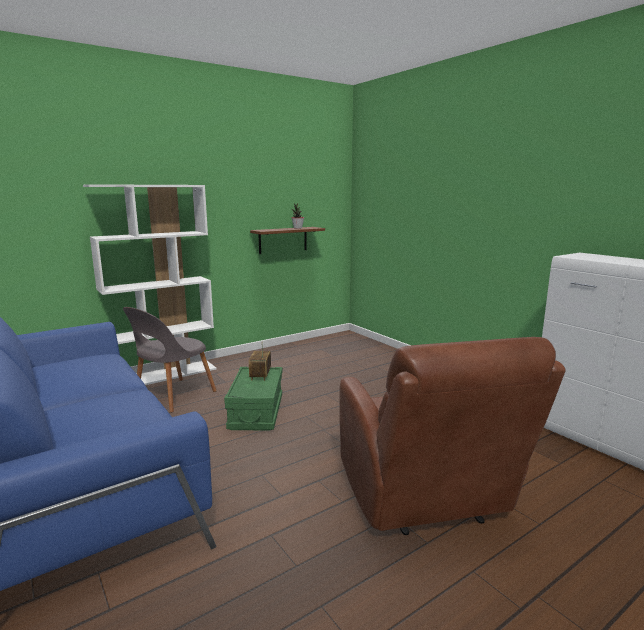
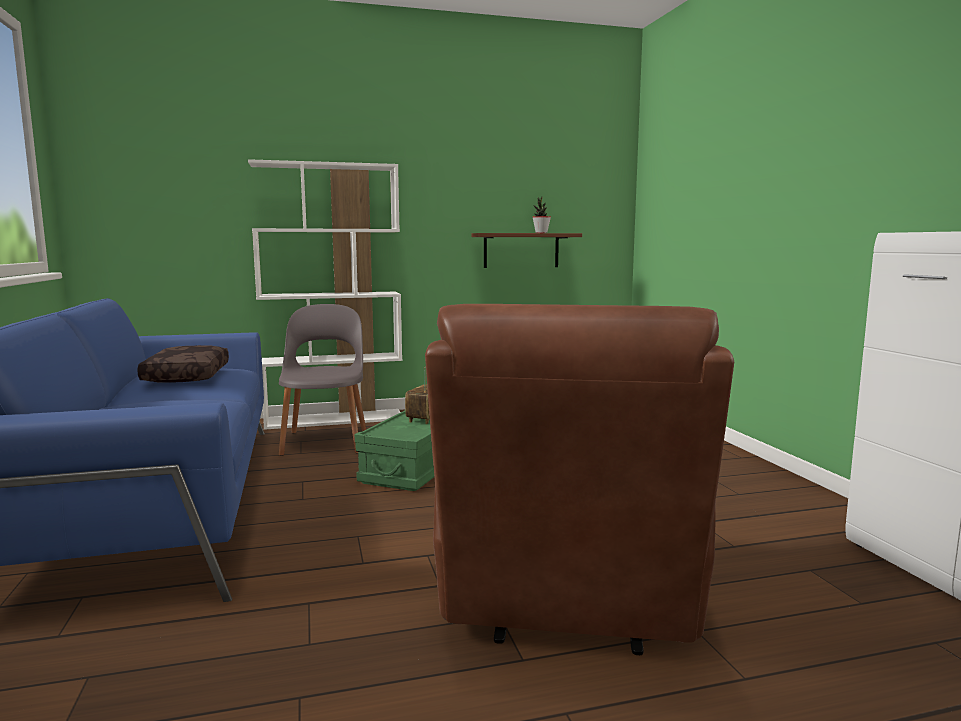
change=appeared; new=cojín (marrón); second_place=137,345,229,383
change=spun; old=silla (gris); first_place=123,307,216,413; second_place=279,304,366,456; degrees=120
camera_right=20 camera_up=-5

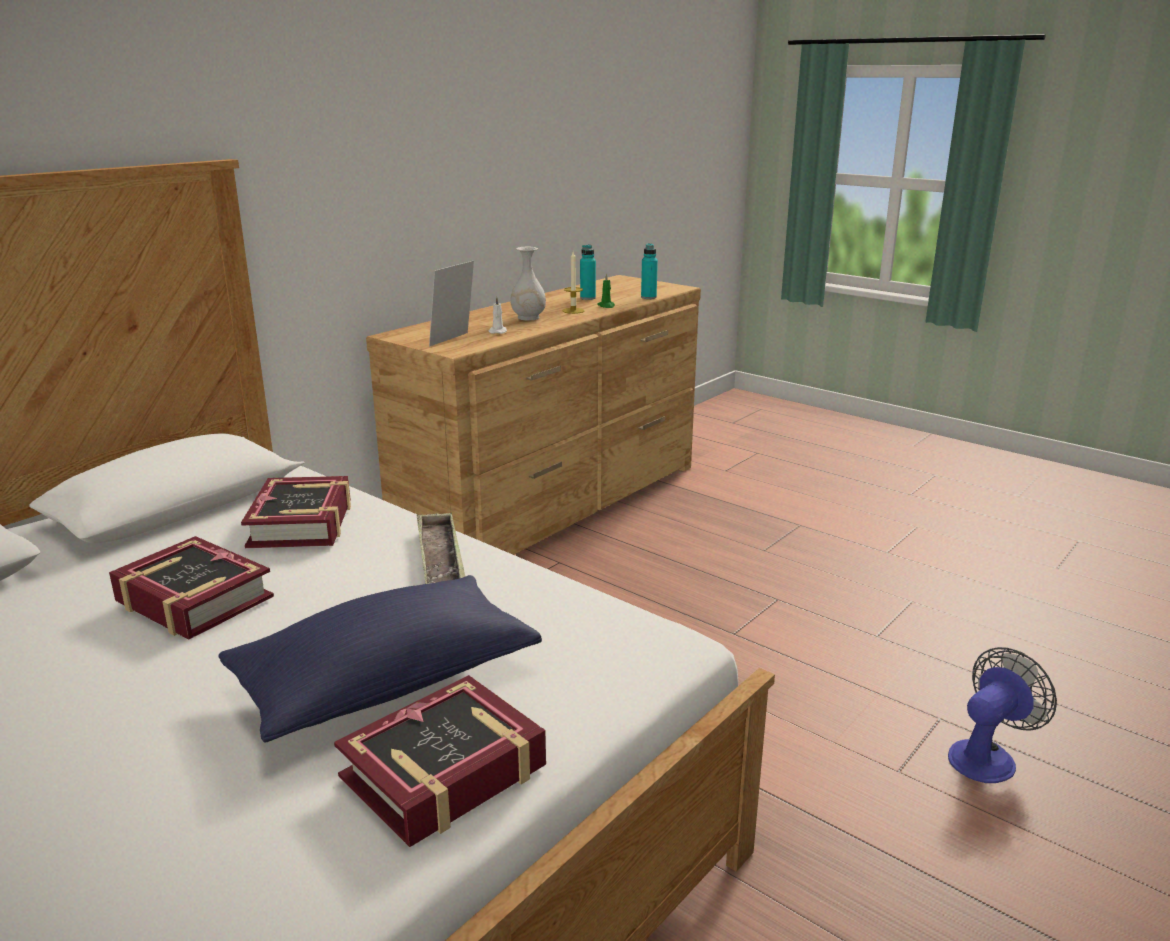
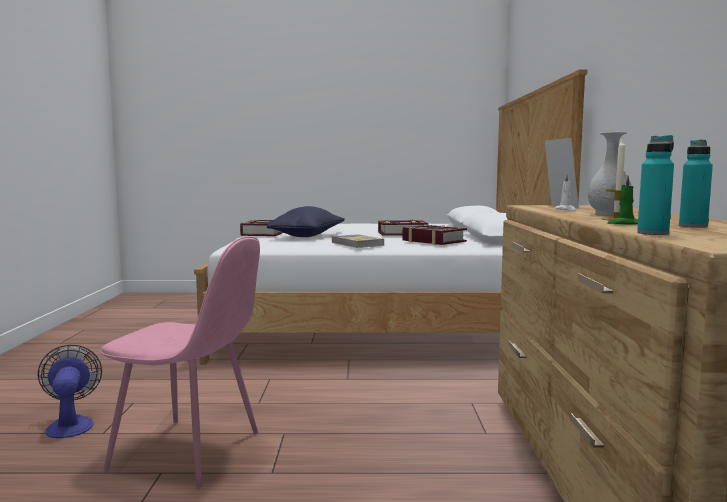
change=appeared; new=silla (rosa); second_place=100,236,260,487
change=exchanged; old=bandeja; new=libro; first_place=417,512,465,584; second_place=331,234,384,248
change=spun; old=ventilador; first_place=948,647,1057,783; second_place=38,345,102,438; degrees=150
camera_right=140 camera_up=-15

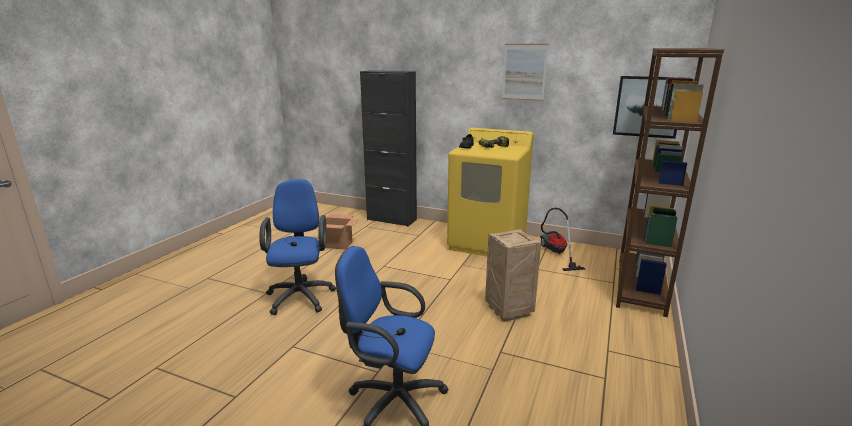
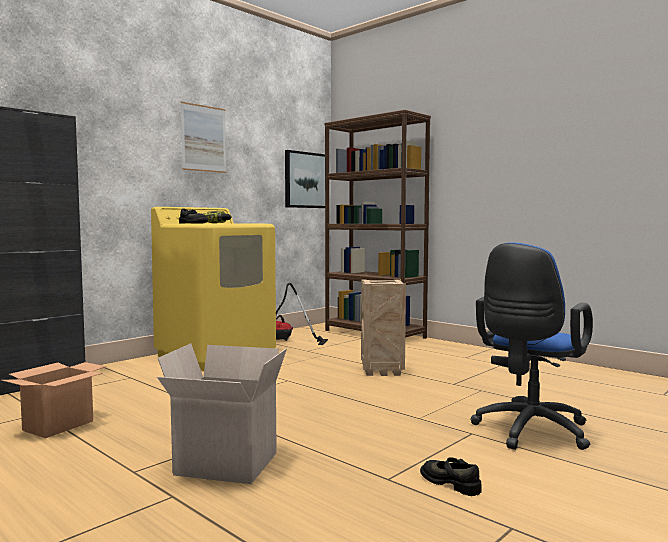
change=appeared; new=zapato (negro); second_place=420,457,481,496
change=exchanged; old=silla de oficina (azul); new=caja de cartón; first_place=259,179,336,315; second_place=157,343,287,484
camera_right=-70 camera_up=-15

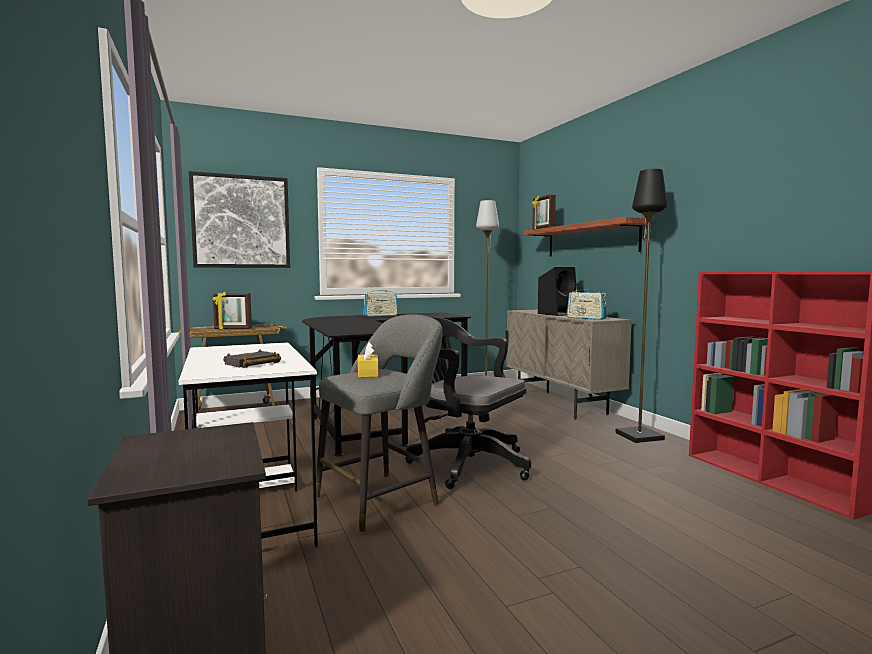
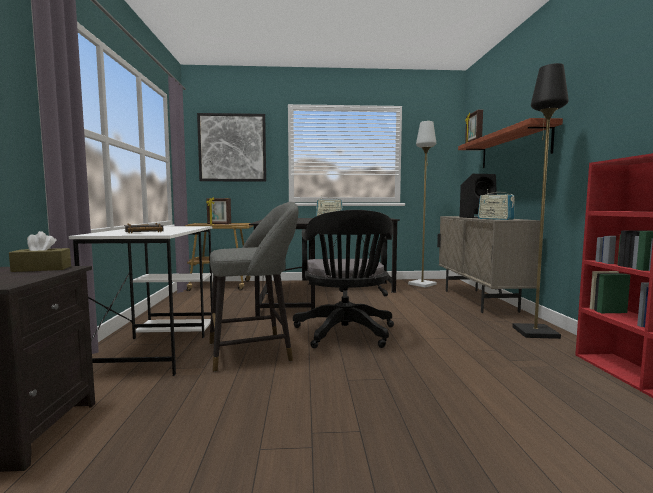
change=missing; old=caja de pañuelos (amarillo); first_place=358,342,379,378
change=appeared; new=caja de pañuelos (marrón); second_place=9,231,71,272
change=spun; old=silla de oficina (negro); first_place=405,315,531,489; second_place=293,210,394,348; degrees=-150
camera_right=20 camera_up=0

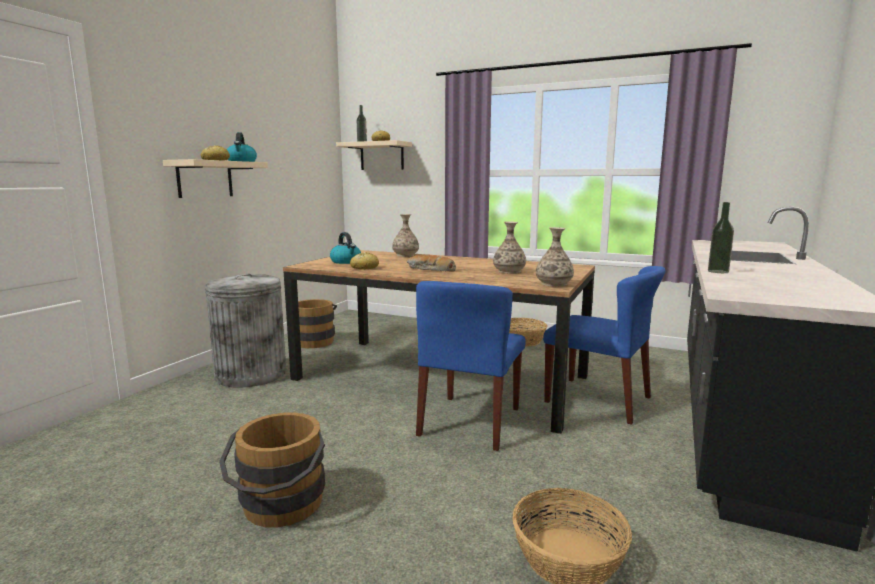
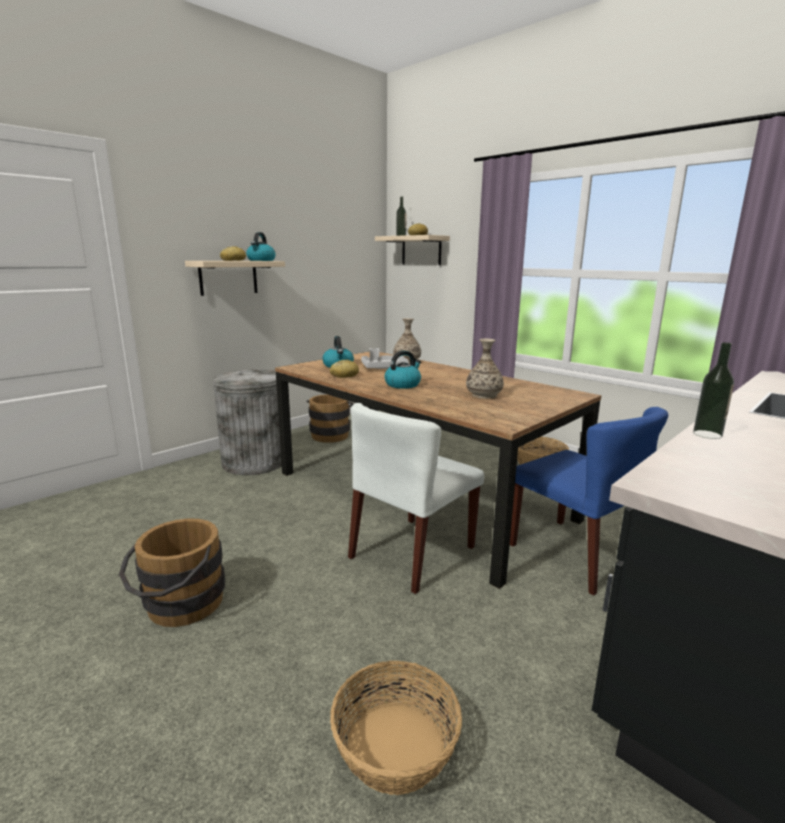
change=missing; old=florero; first_place=536,227,574,287
change=appeared; new=bandeja (gris); second_place=361,348,409,369
change=exchanged; old=pan; new=hervidor; first_place=407,255,456,272; second_place=385,350,421,389
change=colour; old=silla (azul); new=silla (blanco); first_place=416,281,526,451; second_place=348,403,484,594
camera_right=20 camera_up=5

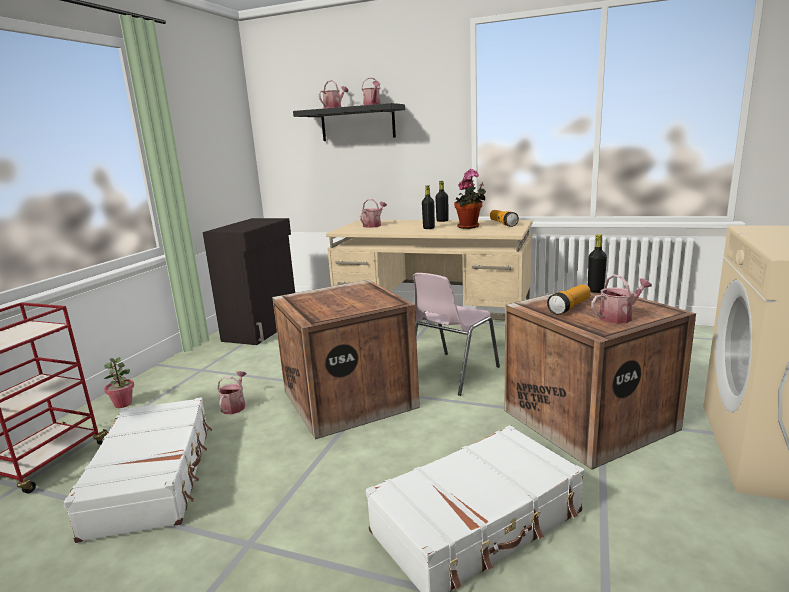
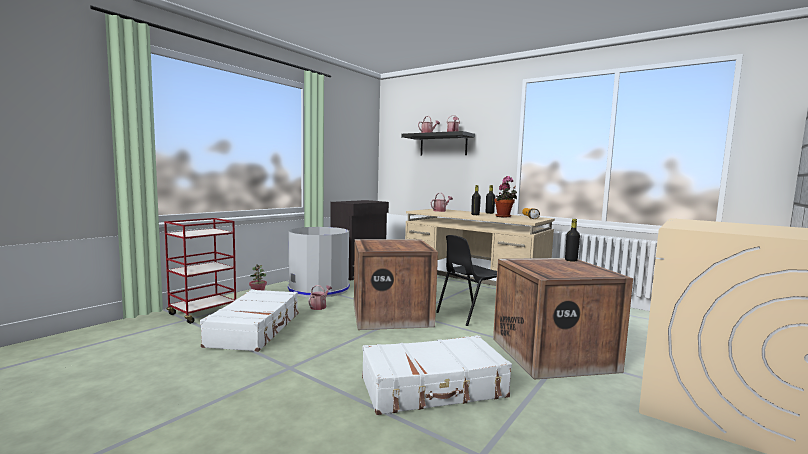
change=missing; old=linterna; first_place=547,284,591,315
change=missing; old=regadera; first_place=591,274,652,324
change=appeared; new=papelera (gris); second_place=288,227,350,298
change=colour; old=silla (rosa); new=silla (negro); first_place=413,273,500,396; second_place=436,235,497,326
camera_right=15 camera_up=-10

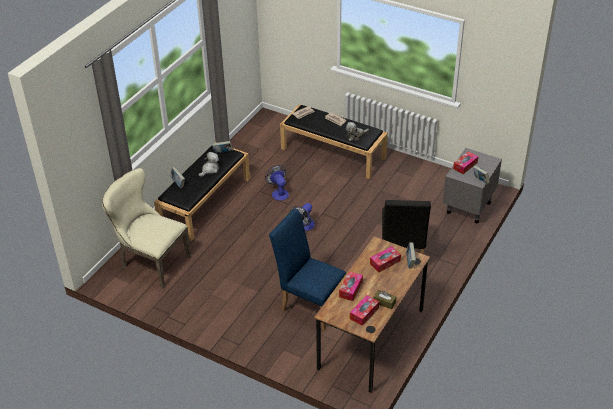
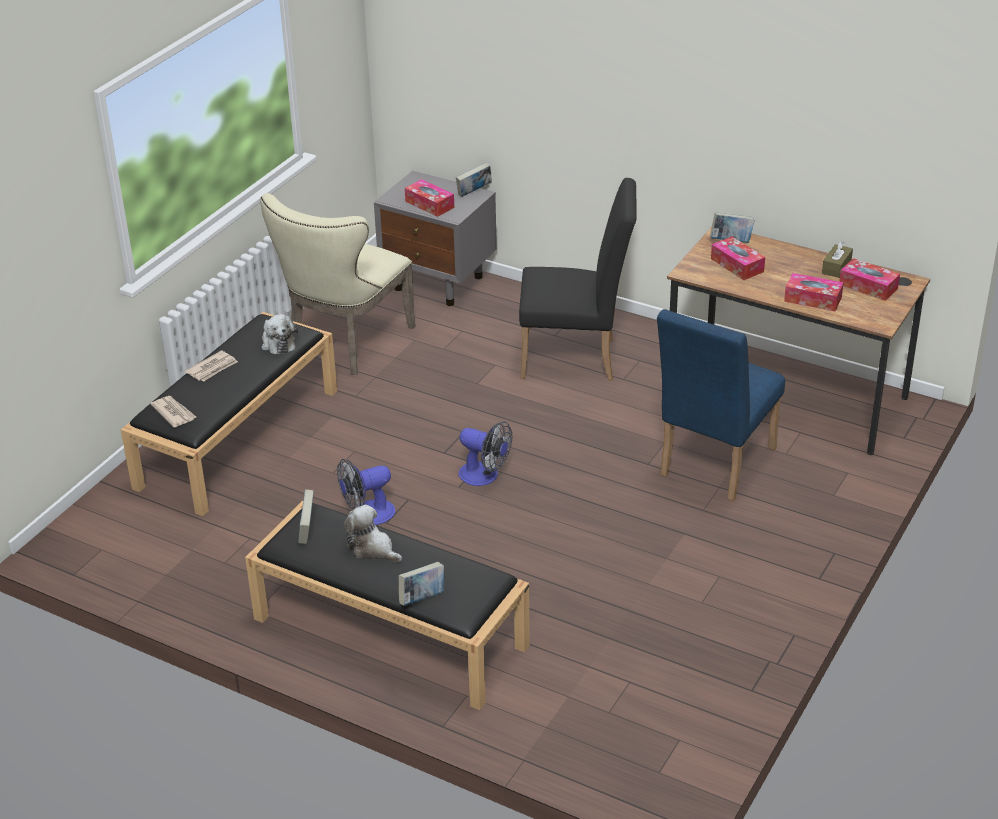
change=relocated; old=silla (beis); first_place=102,168,191,289; second_place=261,193,416,375
camera_right=-90 camera_up=-5

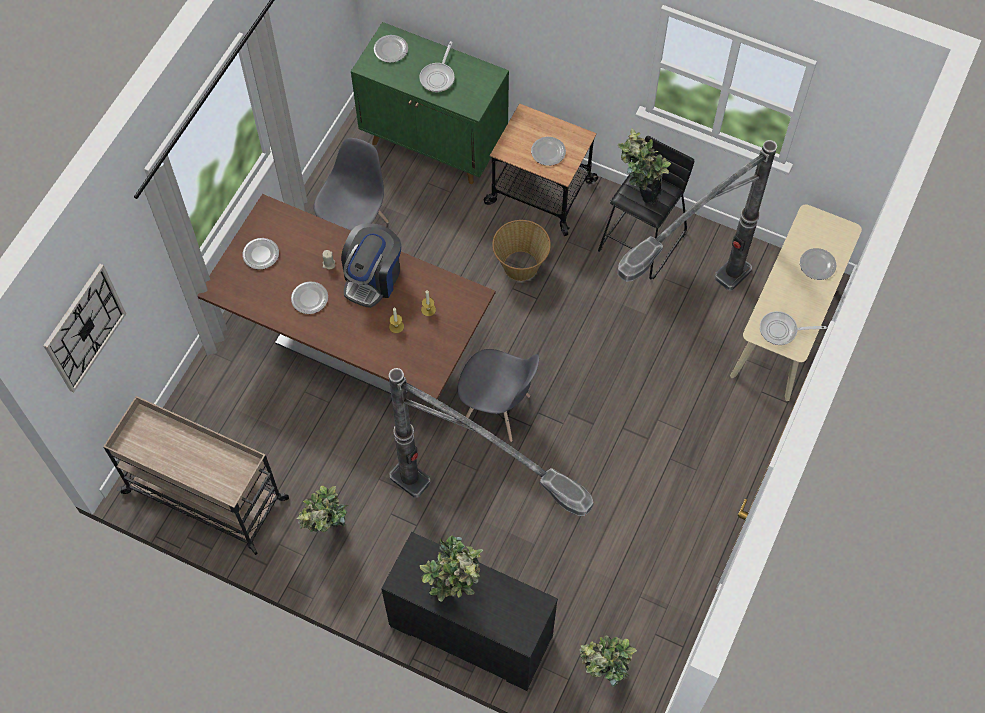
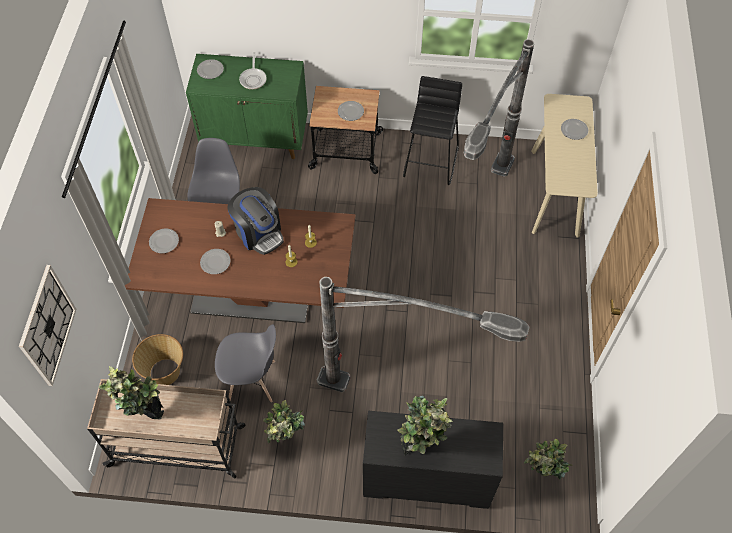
change=missing; old=sartén; first_place=760,311,827,345
change=relocated; old=silla (gris); first_place=458,349,539,442; second_place=215,324,276,402
change=relocated; old=cesta; first_place=492,220,551,281; second_place=132,334,183,385
change=relocated; old=planta en maceta; first_place=617,128,671,205; second_place=99,366,164,419
change=spun; old=cafetera; first_place=341,223,401,308; second_place=228,187,284,255; degrees=-45
camera_right=-20 camera_up=-5

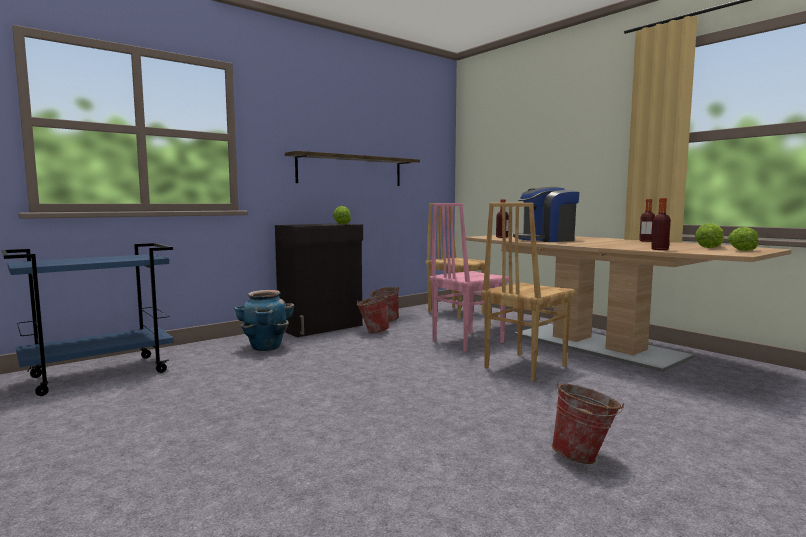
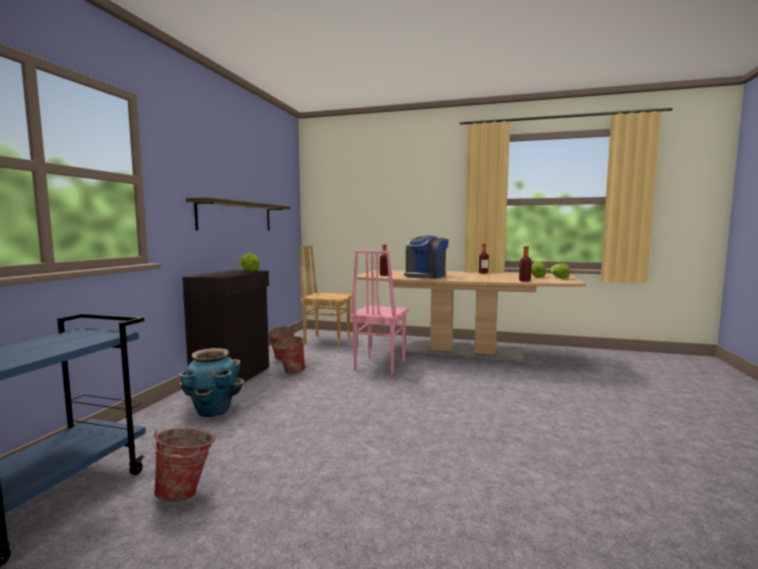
change=missing; old=silla (marrón); first_place=481,203,576,381
change=relocated; old=cubo; first_place=552,381,624,464; second_place=152,428,216,501
camera_right=-35 camera_up=0

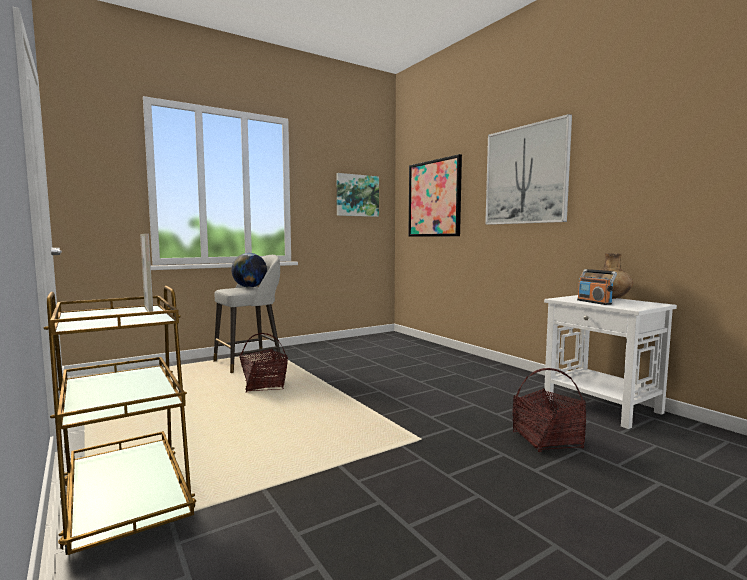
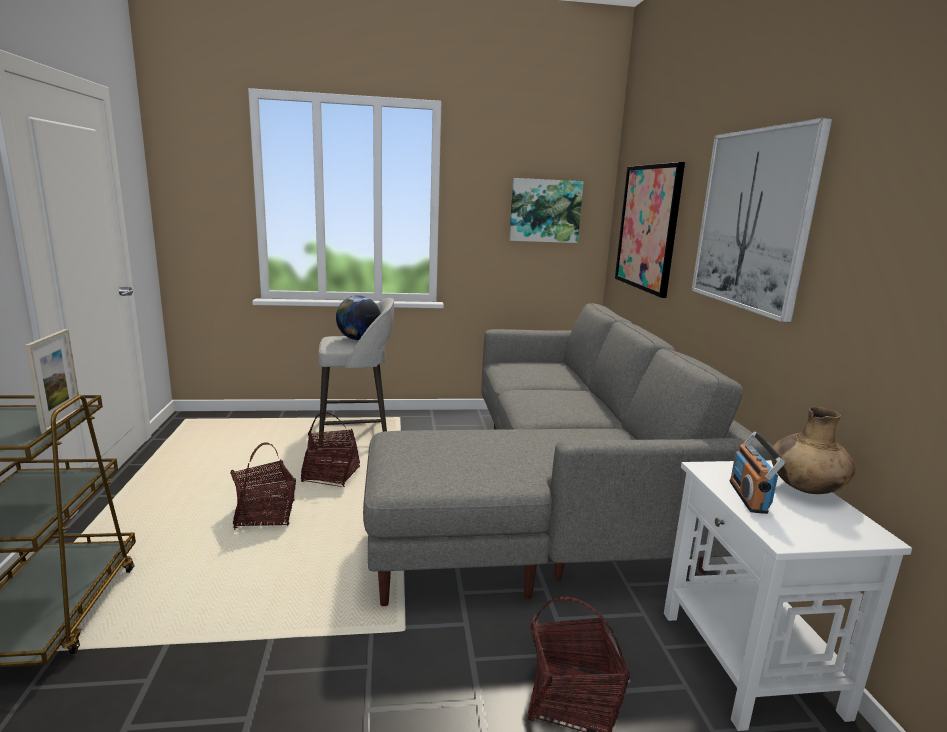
change=appeared; new=cesta; second_place=230,442,296,530
change=appeared; new=sofá (gris); second_place=363,303,773,606
camera_right=25 camera_up=10

